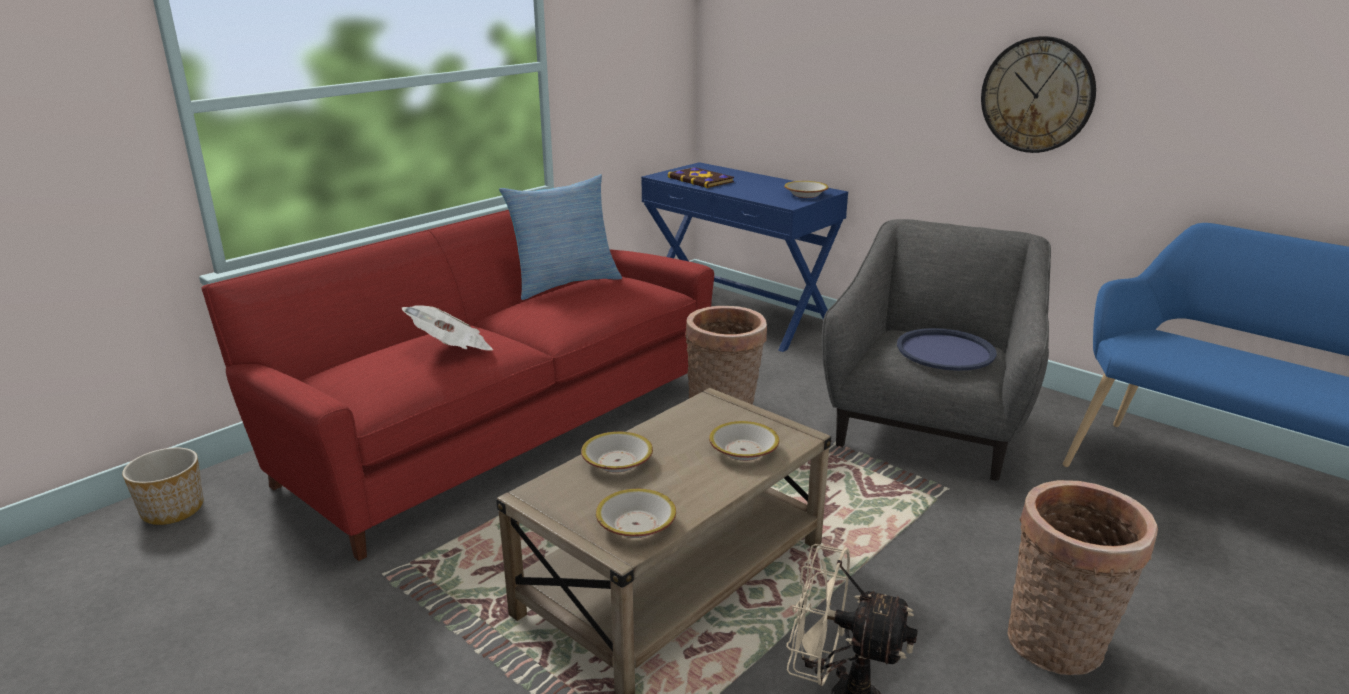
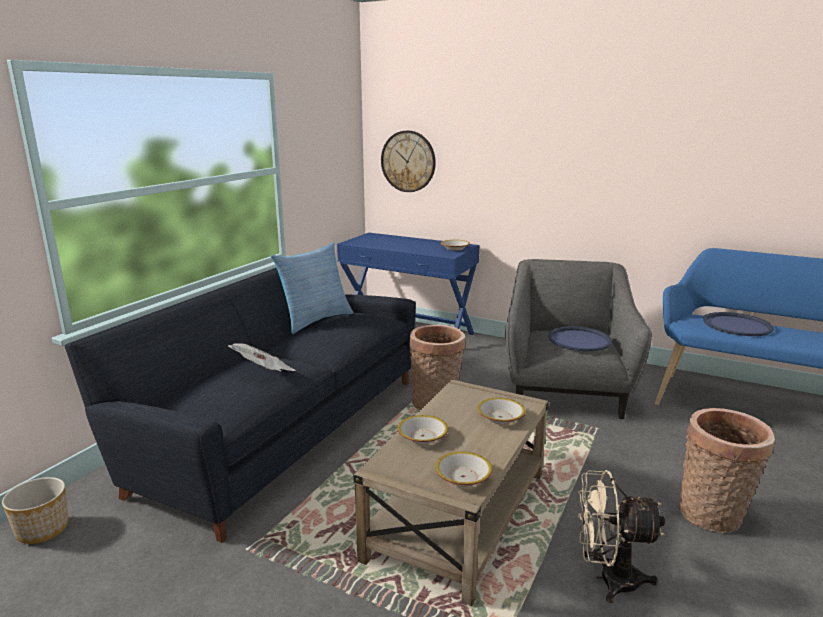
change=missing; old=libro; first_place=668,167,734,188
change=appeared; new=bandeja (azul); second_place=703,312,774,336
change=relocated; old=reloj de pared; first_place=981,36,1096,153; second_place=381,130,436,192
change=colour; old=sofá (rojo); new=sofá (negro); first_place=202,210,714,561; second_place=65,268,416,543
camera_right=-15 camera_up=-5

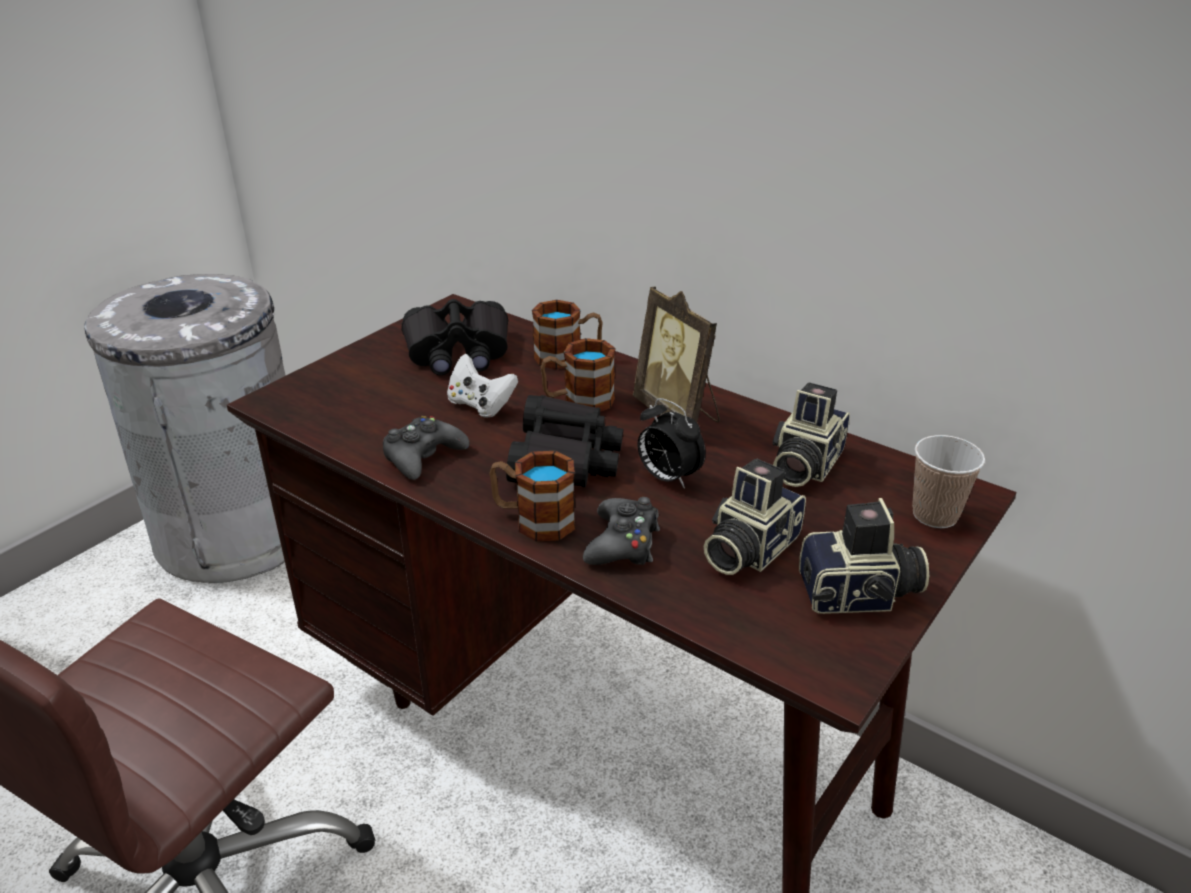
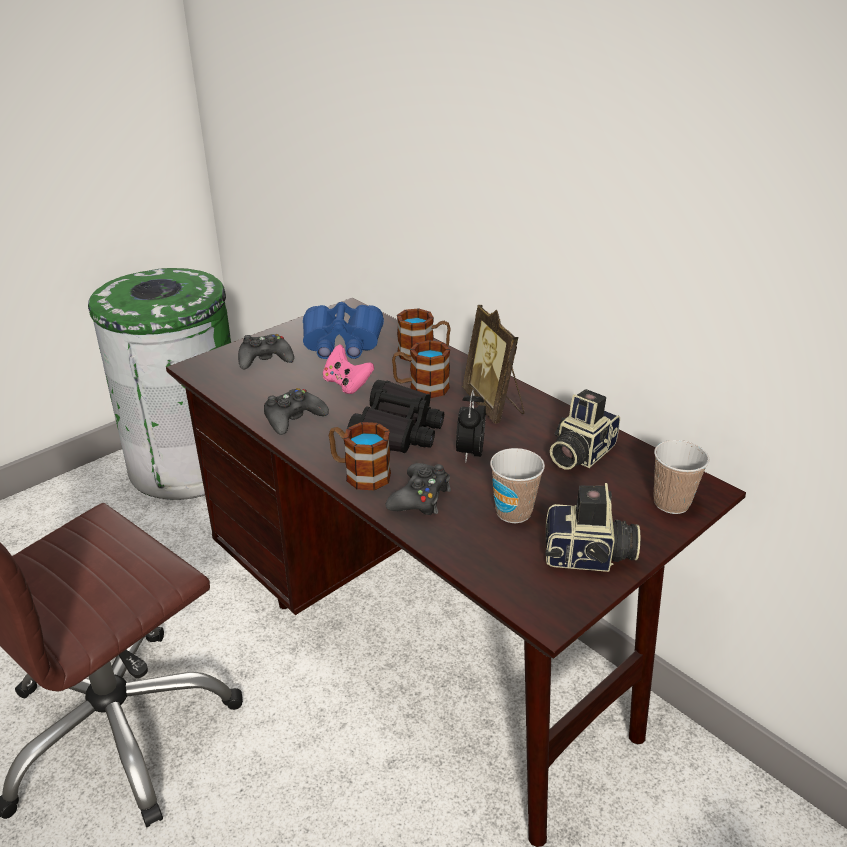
change=appeared; new=mando de consola (negro); second_place=238,334,294,370
change=exchanged; old=cámara; new=taza; first_place=704,458,806,575; second_place=490,448,545,523
change=colour; old=papelera (gris); new=papelera (verde); first_place=84,274,286,583; second_place=88,268,231,500
change=colour; old=prismáticos (negro); new=prismáticos (azul); first_place=402,299,508,375; second_place=303,302,384,359
change=colour; old=mando de consola (blanco); new=mando de consola (rosa); first_place=447,354,518,418; second_place=323,344,374,394
change=spun; old=despertador; first_place=637,398,706,489; second_place=456,390,486,463; degrees=45
camera_right=10 camera_up=0

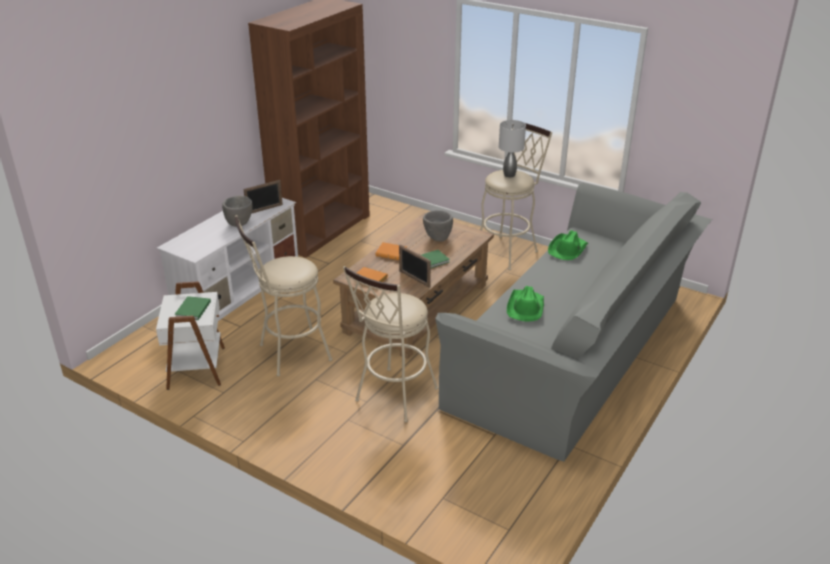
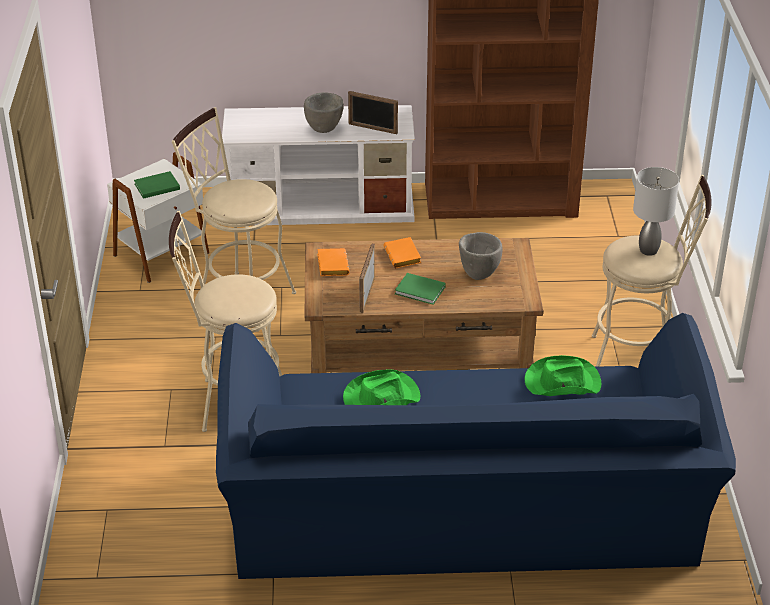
change=colour; old=sofá (gris); new=sofá (azul); first_place=435,183,712,461; second_place=216,313,736,579
camera_right=55 camera_up=5

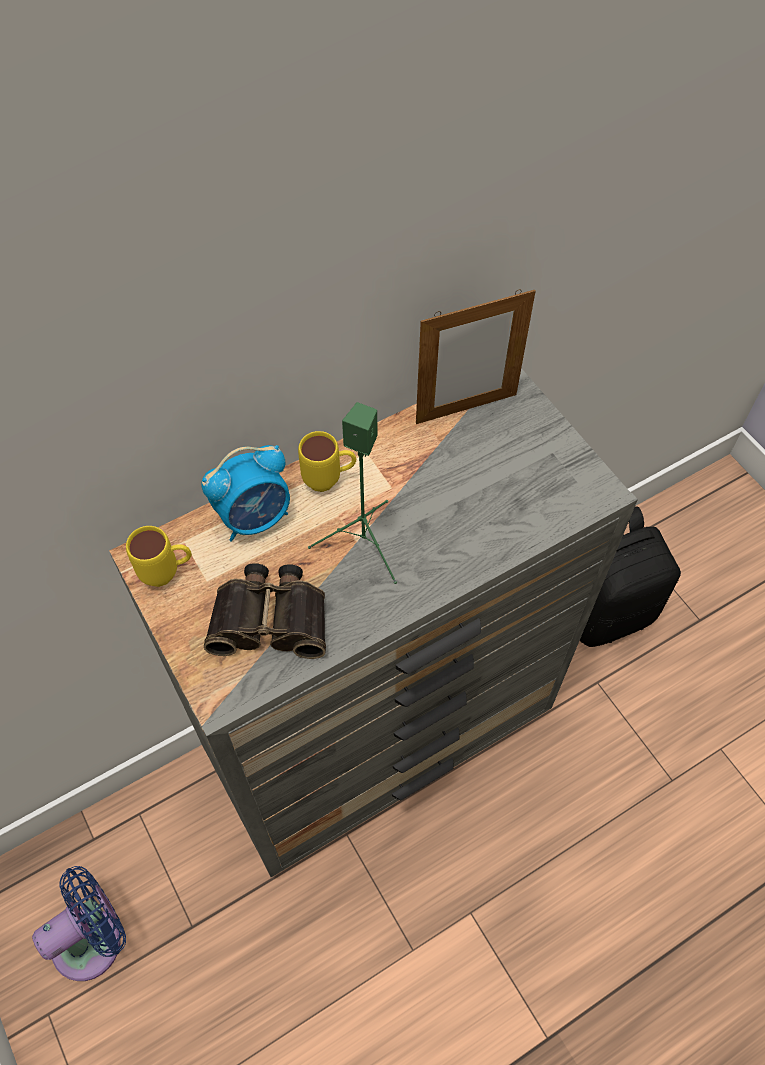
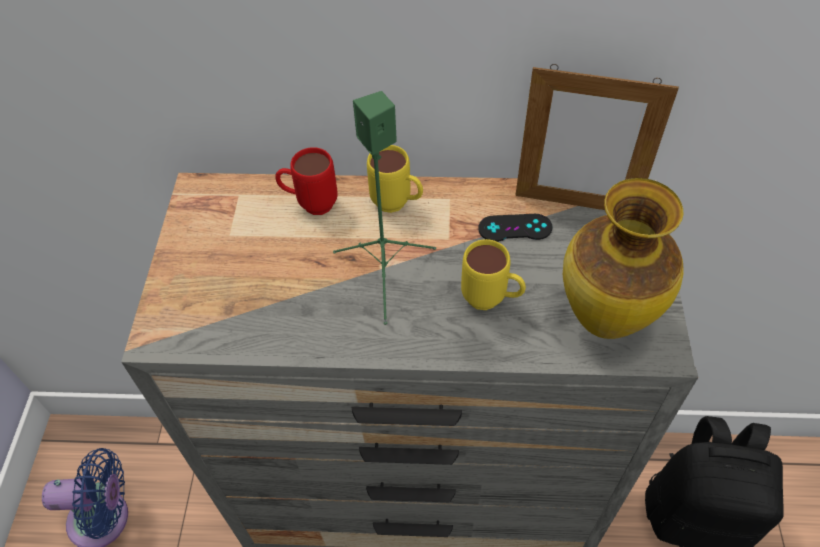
change=missing; old=prismáticos; first_place=204,563,326,659
change=appeared; new=mando de consola (negro); second_place=478,214,552,242
change=appeared; new=florero; second_place=563,178,684,339
change=relocated; old=taza grande (amarillo); first_place=126,526,192,587; second_place=461,239,526,310
change=exchanged; old=despertador; new=taza grande (rojo); first_place=201,445,290,542; second_place=275,147,338,215
camera_right=35 camera_up=-5

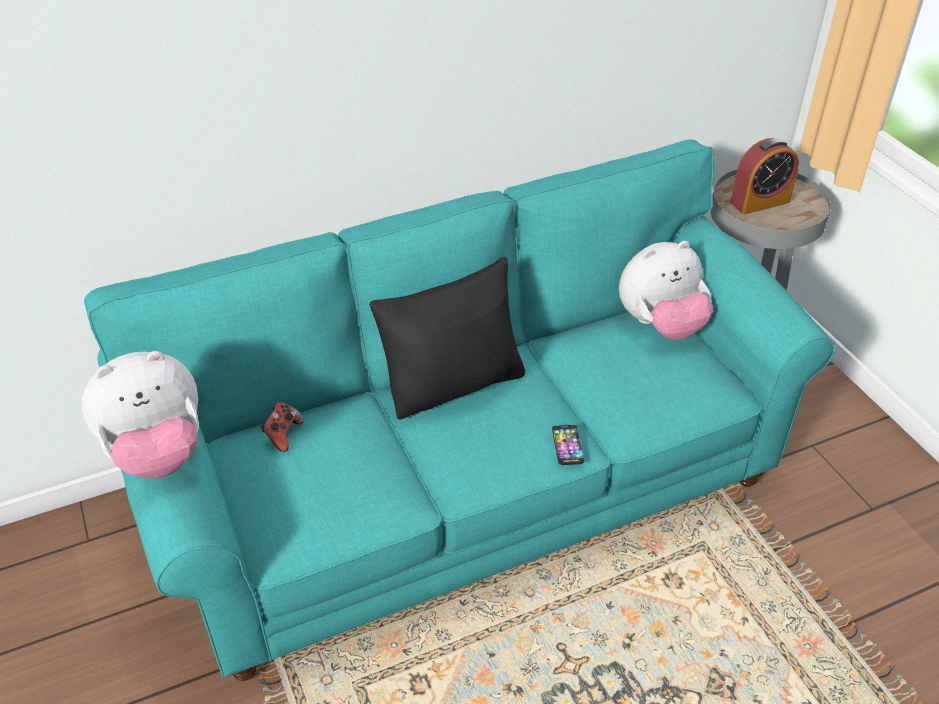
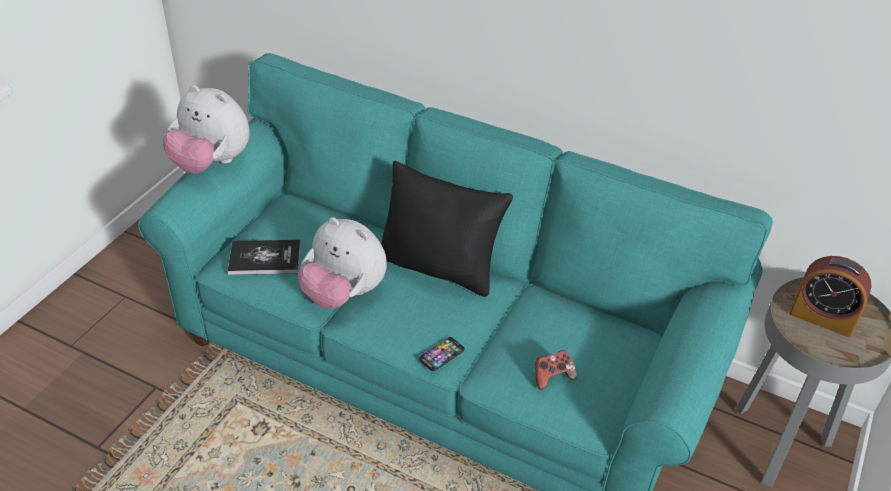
change=appeared; new=libro; second_place=228,240,300,275
change=relocated; old=mando de consola; first_place=261,402,304,452; second_place=535,350,577,390
change=relocated; old=peluche; first_place=619,241,713,340; second_place=298,217,387,309
camera_right=50 camera_up=0

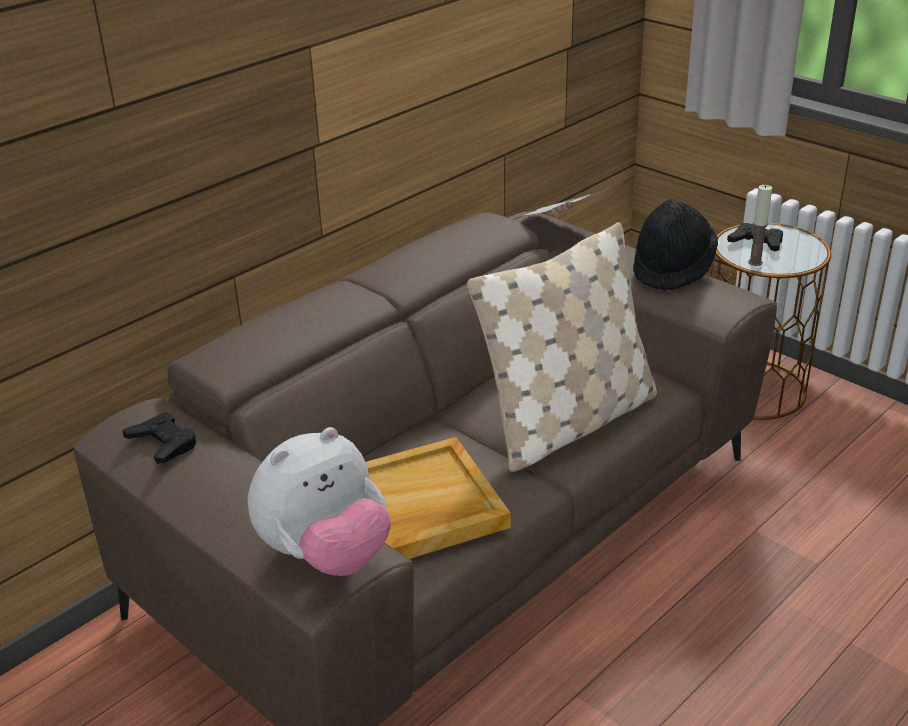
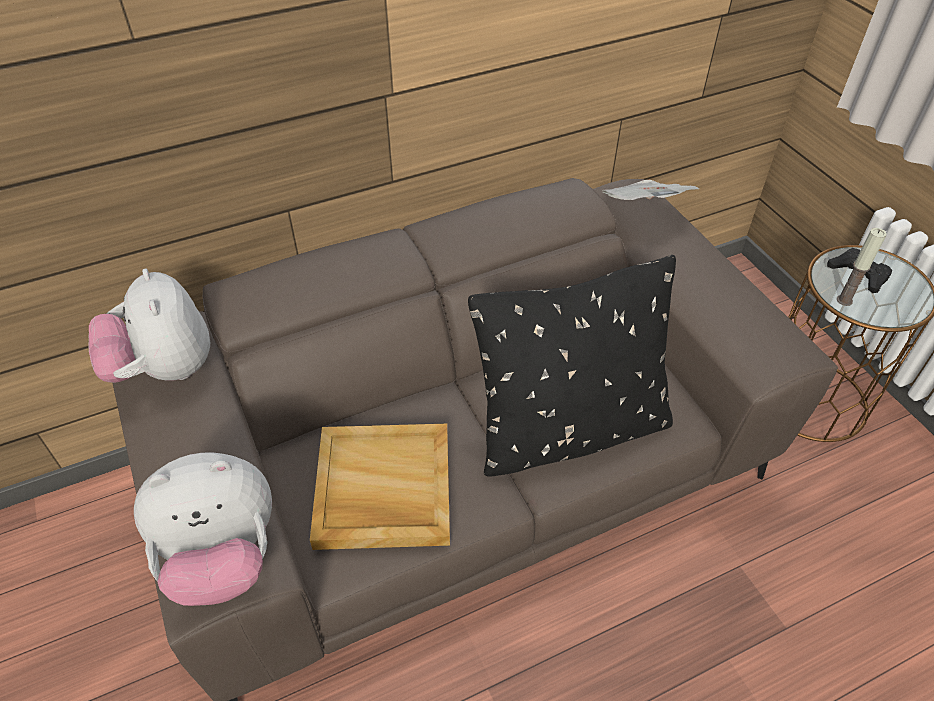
change=missing; old=sombrero (negro); first_place=633,199,718,291
change=exchanged; old=mando de consola (negro); new=peluche; first_place=122,413,196,464; second_place=88,268,210,383
change=colour; old=cojín (beis); new=cojín (negro); first_place=467,222,657,472; second_place=468,255,676,477
camera_right=20 camera_up=15

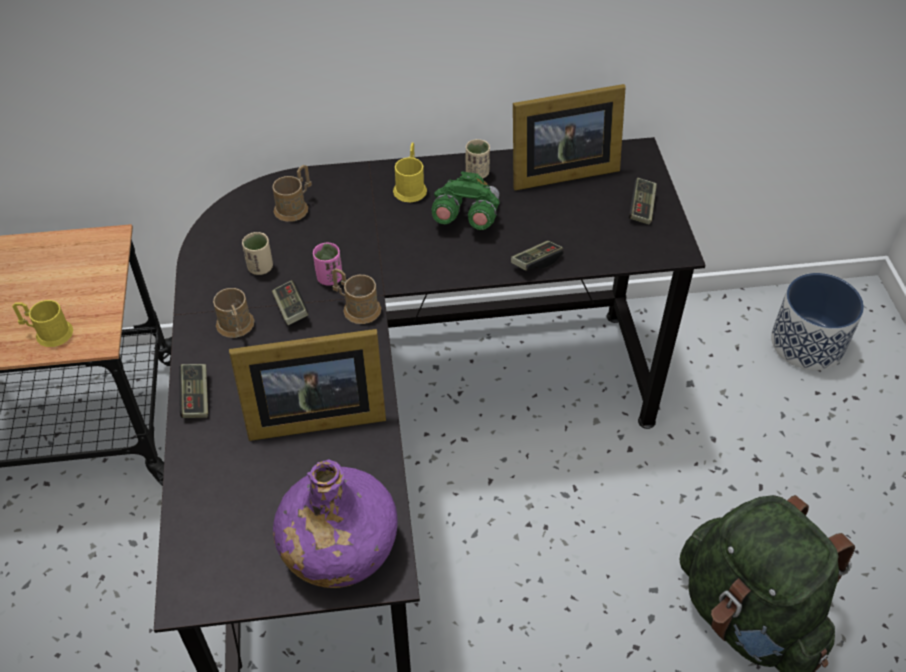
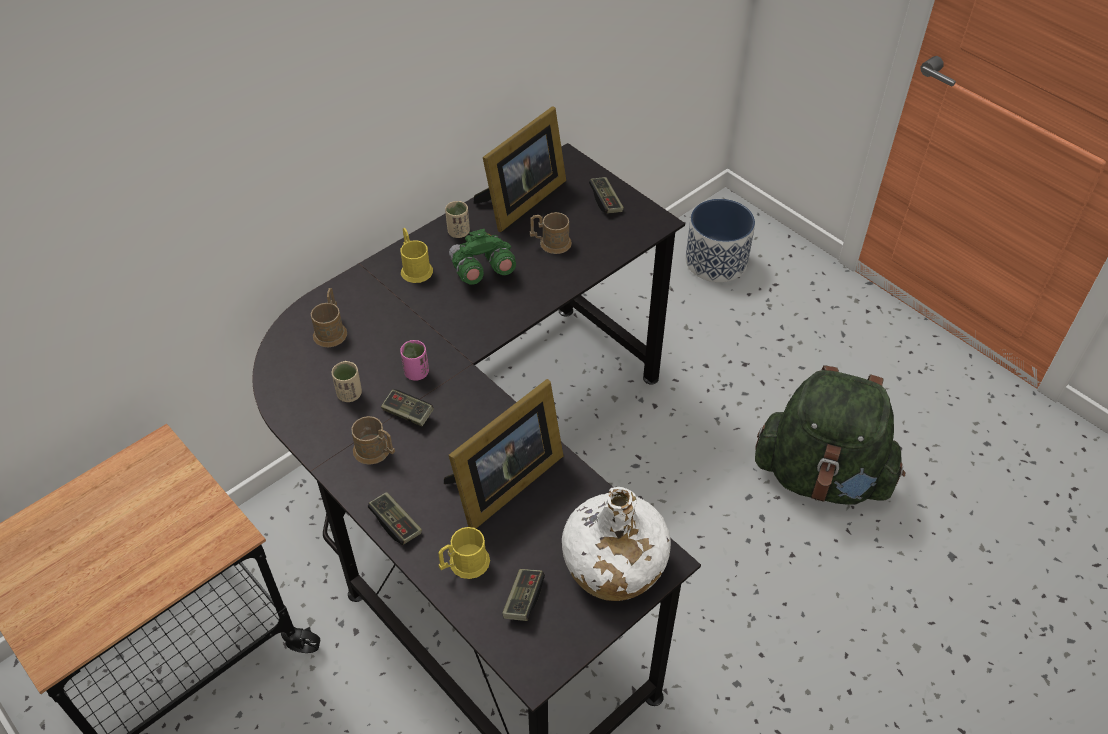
change=relocated; old=taza grande (amarillo); first_place=12,300,73,347; second_place=438,527,490,579
change=relocated; old=taza grande (marrón); first_place=332,268,381,324; second_place=530,212,572,254
change=relocated; old=mando de consola; first_place=511,241,564,271; second_place=502,569,545,621
change=colour; old=botella (morado); new=botella (blanco); first_place=273,460,398,588; second_place=562,487,671,601
camera_right=-35 camera_up=0

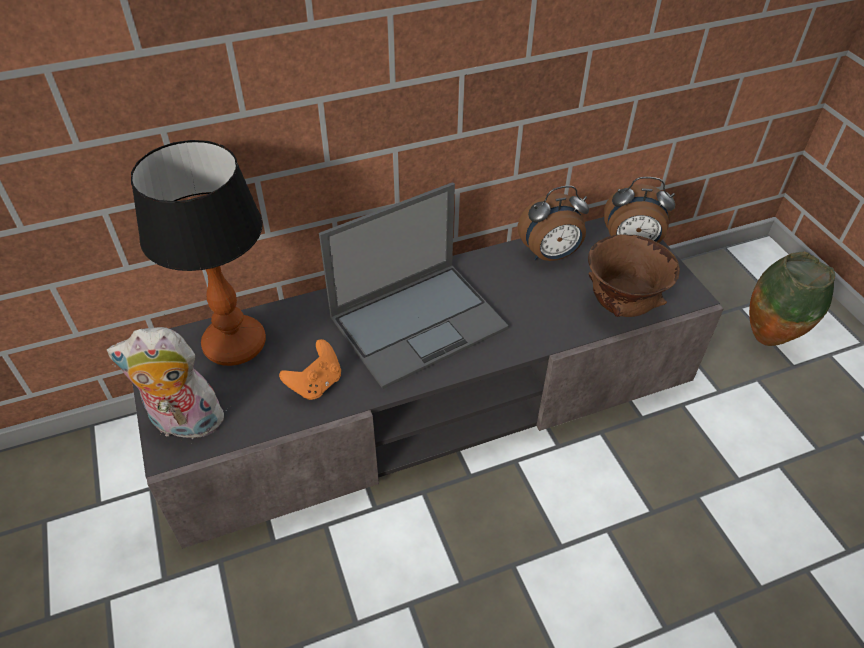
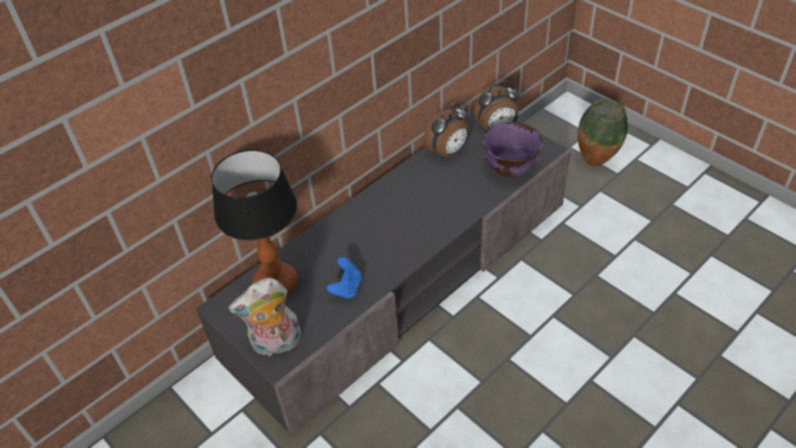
change=missing; old=portátil; first_place=319,182,509,389
change=colour; old=mando de consola (naranja); new=mando de consola (azul); first_place=279,339,341,400; second_place=326,257,362,299
change=colour; old=cuenco (marrón); new=cuenco (morado); first_place=588,234,680,317; second_place=482,122,543,178
camera_right=-20 camera_up=0

